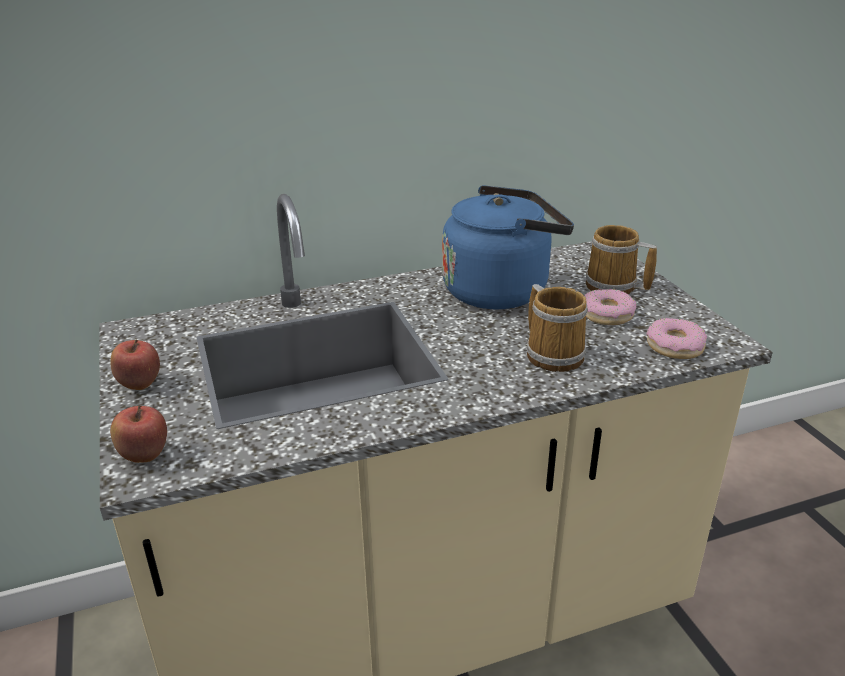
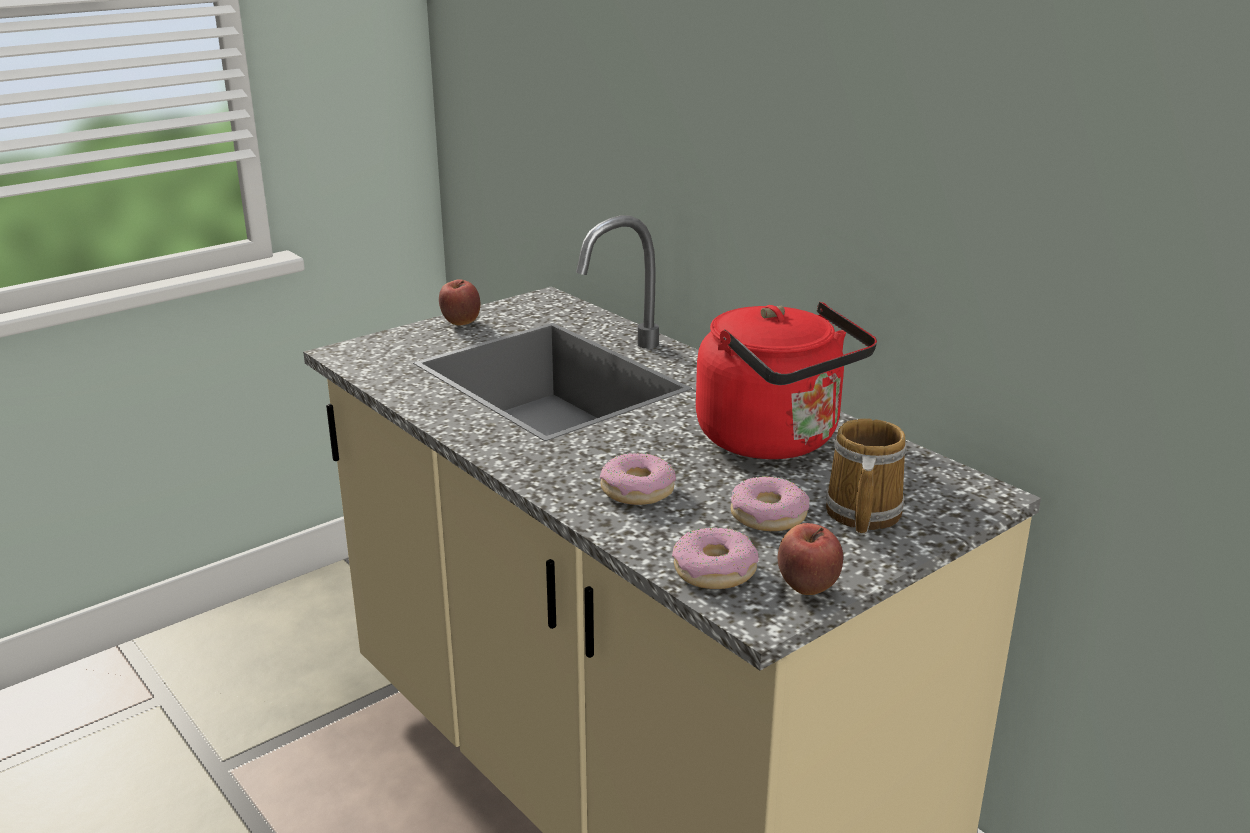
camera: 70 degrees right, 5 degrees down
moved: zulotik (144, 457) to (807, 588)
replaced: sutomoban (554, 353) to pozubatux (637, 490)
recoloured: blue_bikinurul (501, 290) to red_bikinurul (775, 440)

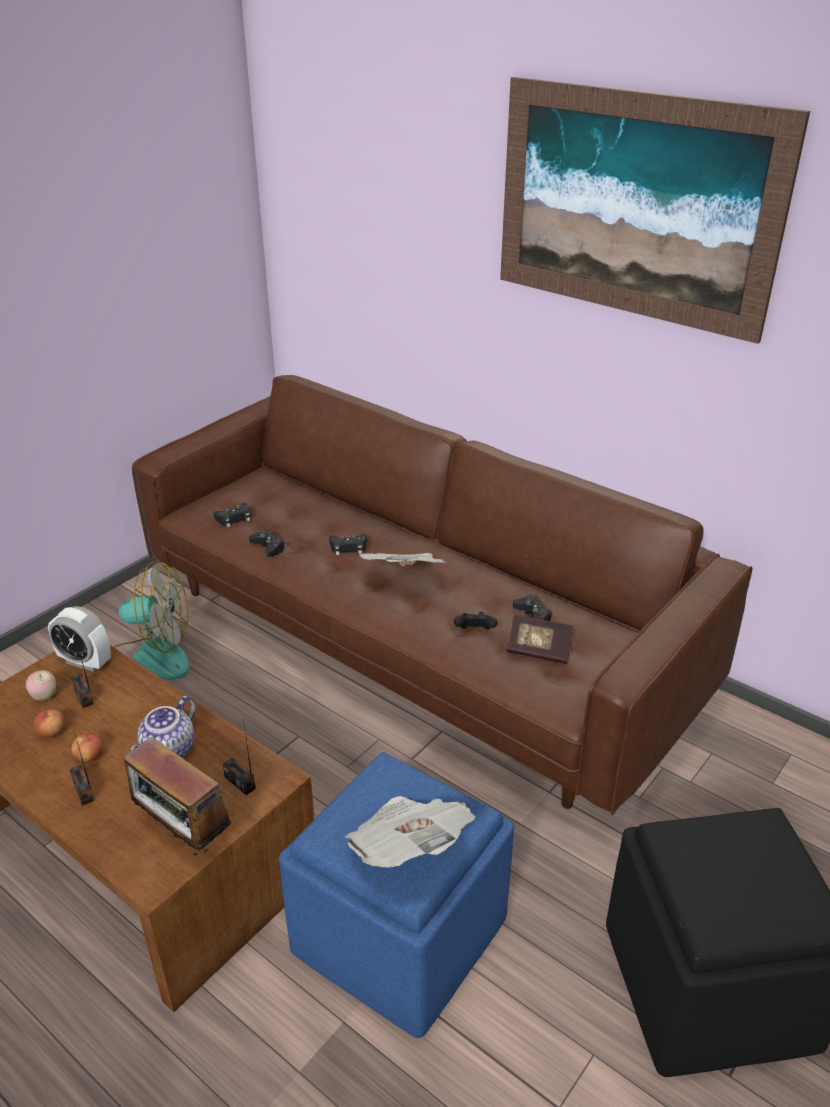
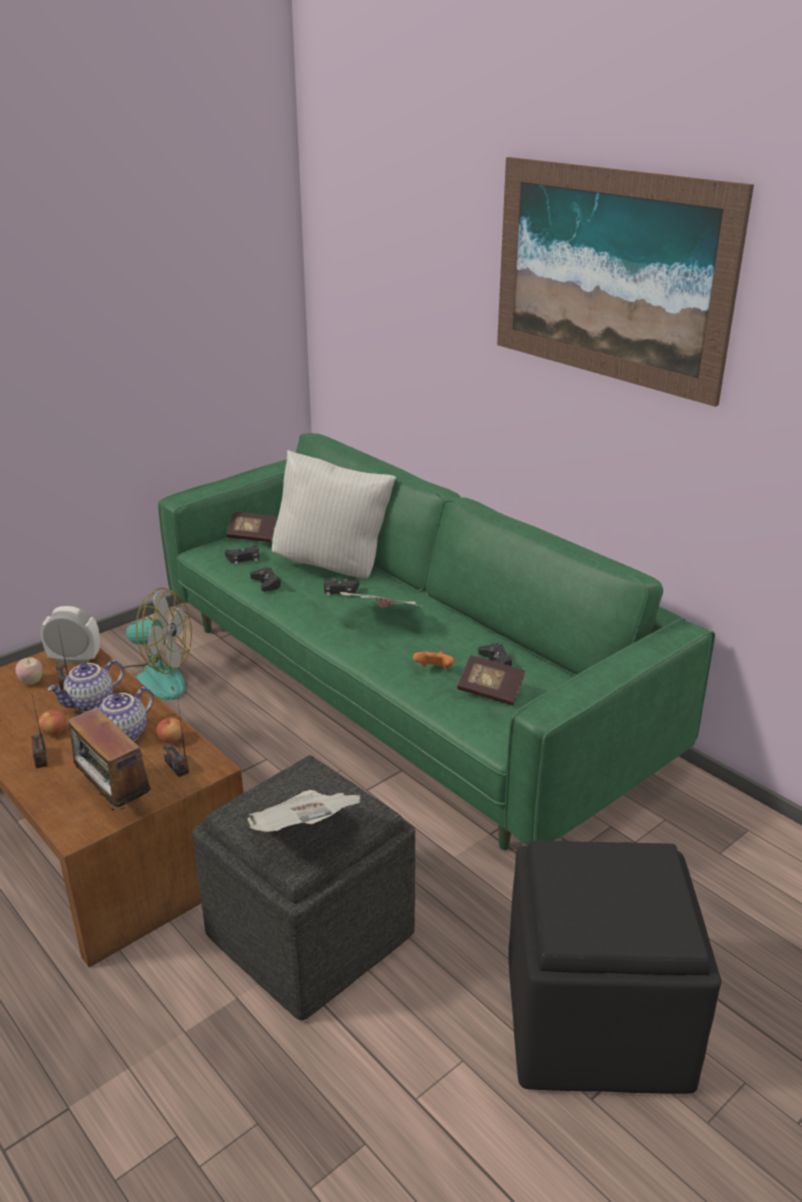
camera: 10 degrees right, 5 degrees down
added: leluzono (91, 704); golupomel (252, 536); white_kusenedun (333, 565)
moved: zulotik (51, 732) to (171, 739)
recoloured: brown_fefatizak (415, 639) to green_fefatizak (401, 689); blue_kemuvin (399, 932) to grey_kemuvin (310, 932); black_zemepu (475, 632) to orange_zemepu (434, 670)
turned: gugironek (85, 662) = (74, 659) 150 degrees clockwise

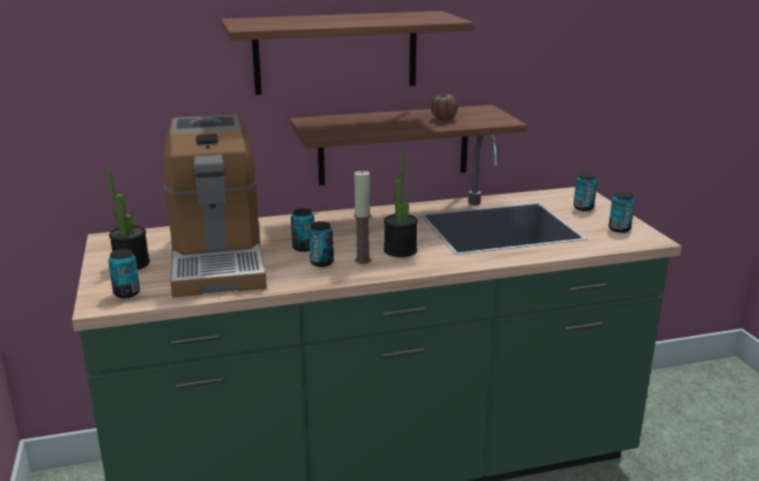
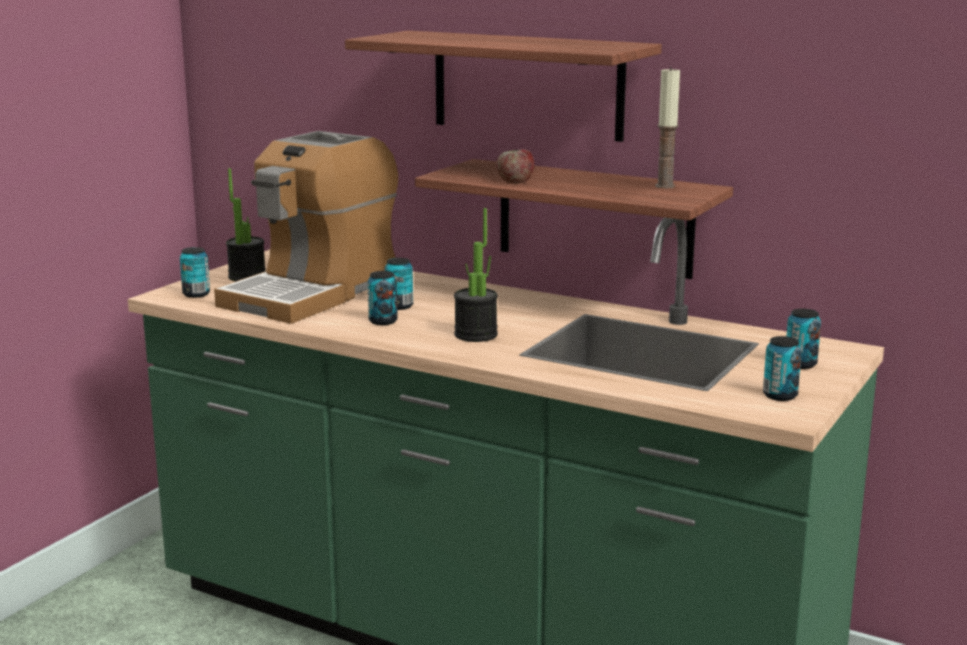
camera: 45 degrees right, 5 degrees down
moved: zulotik (443, 119) to (515, 182); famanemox (362, 260) to (665, 186)

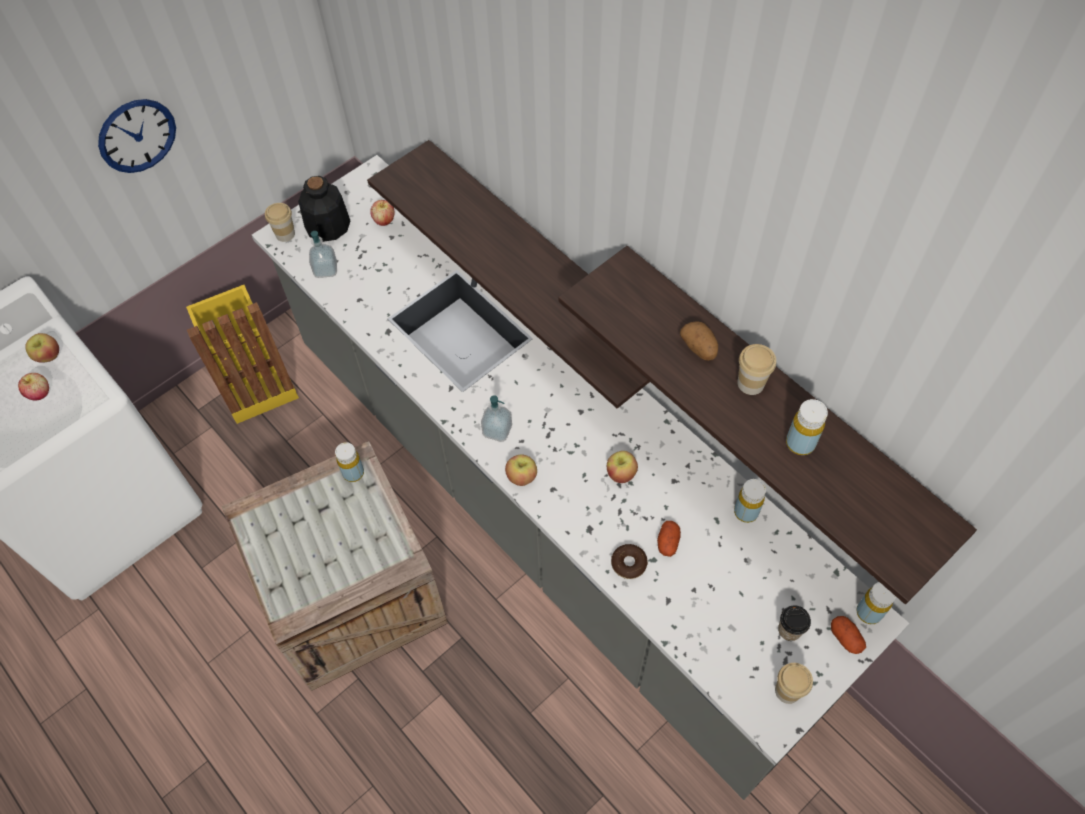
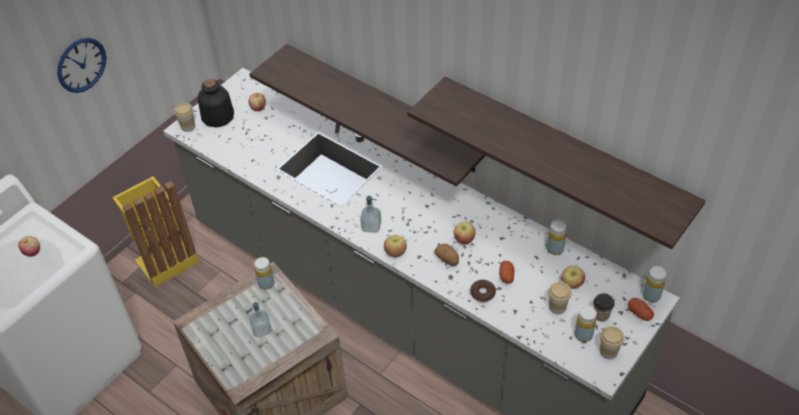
camera: 10 degrees left, 10 degrees down
moved: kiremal (325, 269) to (261, 329); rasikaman (699, 348) to (447, 259); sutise (750, 383) to (557, 307); zulotik (48, 356) to (572, 284); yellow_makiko (800, 443) to (583, 335)

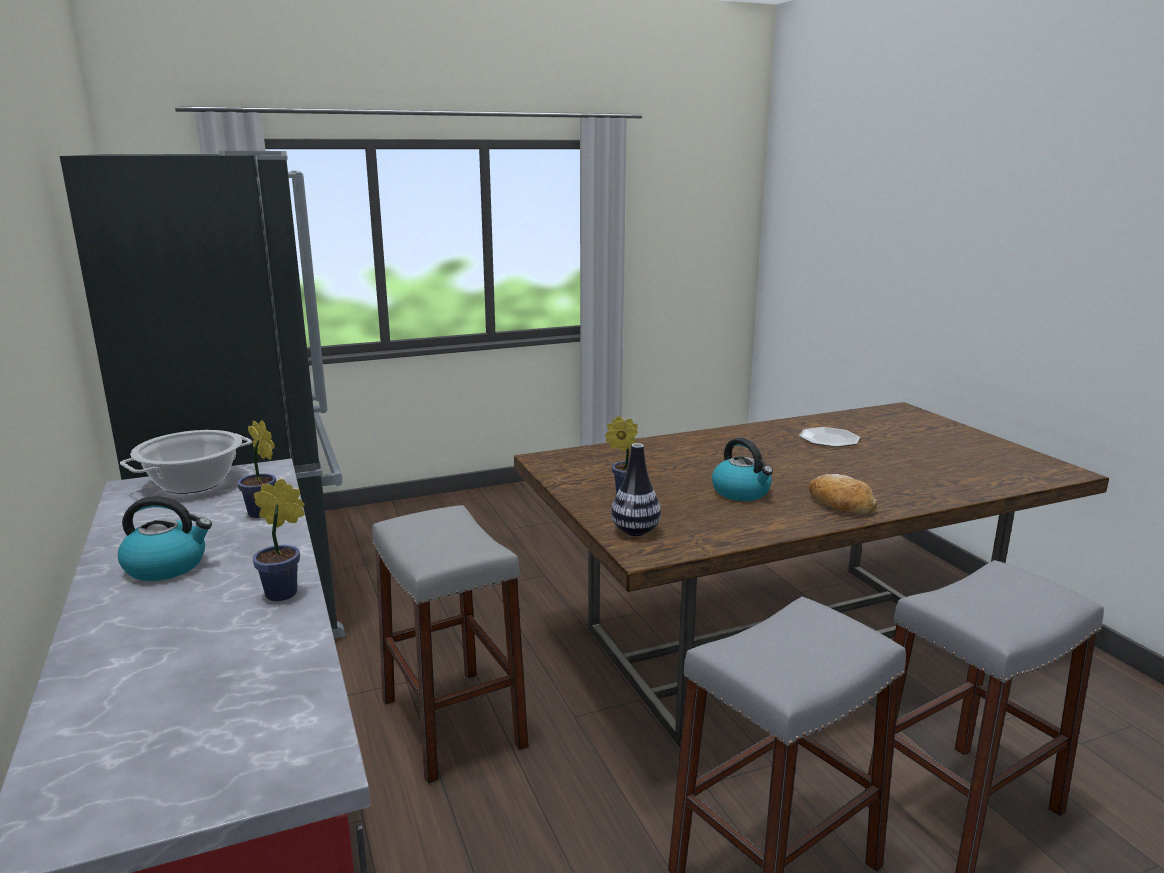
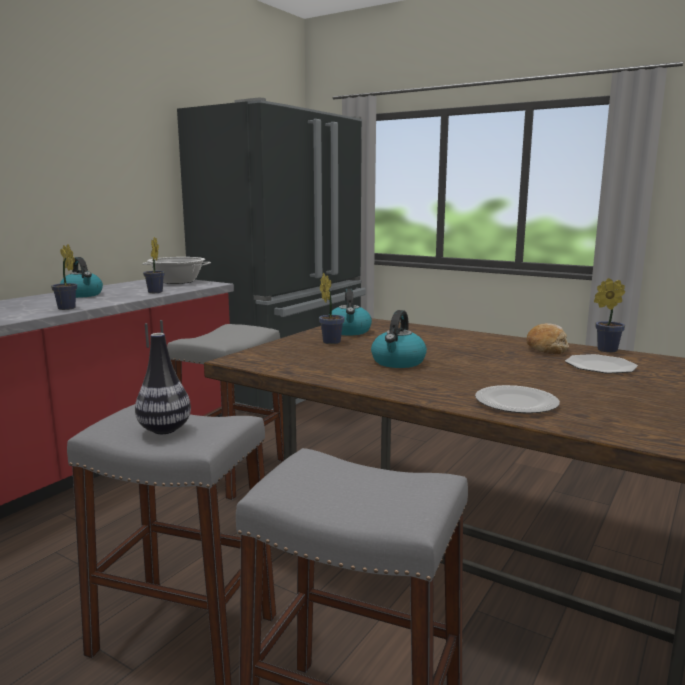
camera: 55 degrees right, 5 degrees down
added: bikinurul (349, 331); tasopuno (515, 403); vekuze (604, 350)
moved: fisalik (635, 531) to (164, 430); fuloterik (840, 504) to (546, 348)

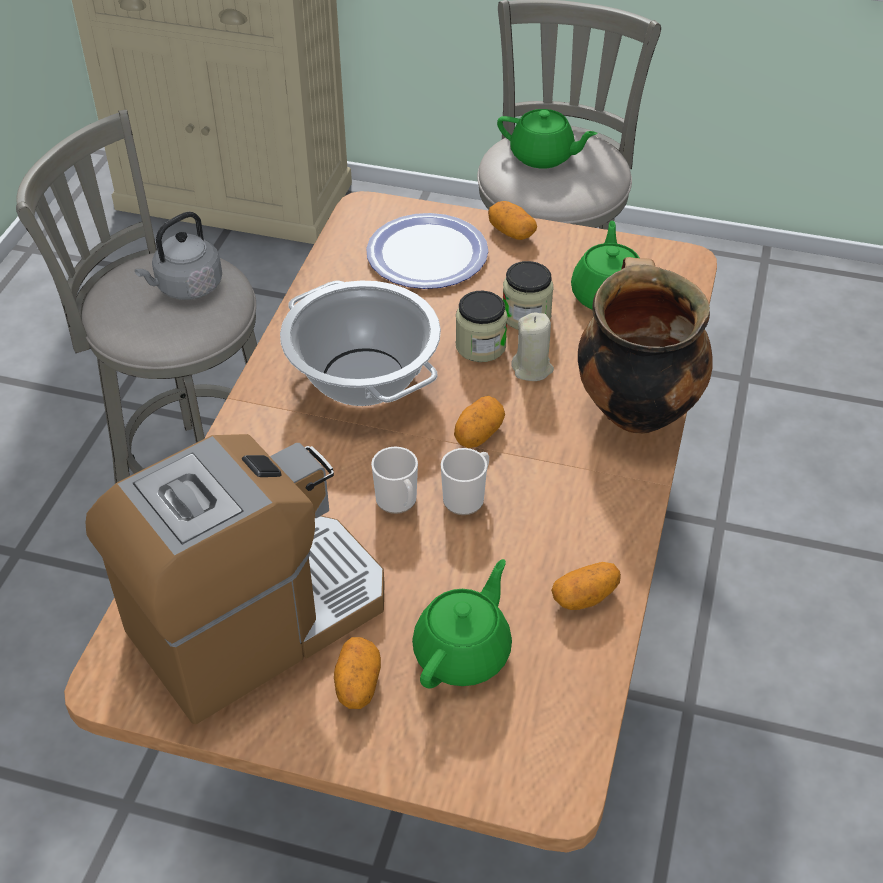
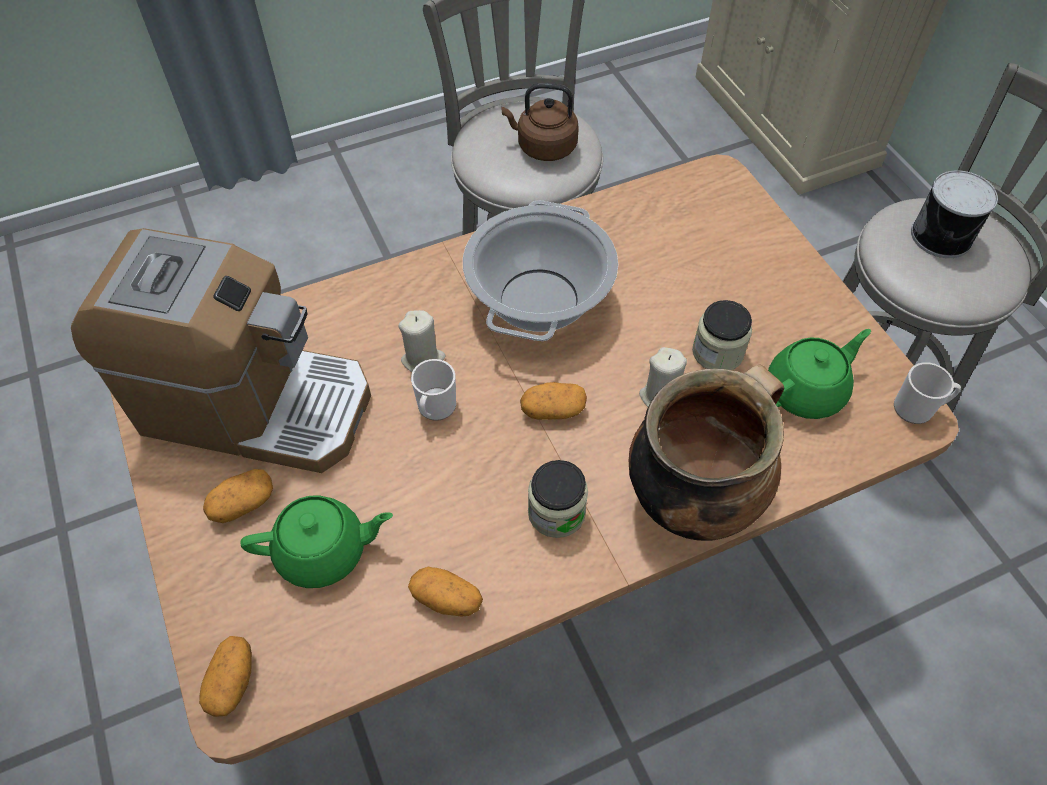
camera: 50 degrees right, 10 degrees up
removed: tasopuno (427, 254)
added: beige_famanemox (423, 359)
moved: rasikaman (511, 232) to (232, 681); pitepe (480, 346) to (556, 512); sutomoban (467, 497) to (917, 408)
replaced: green_leluzono (543, 157) to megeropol (943, 237)
recoloured: grey_bikinurul (186, 288) to brown_bikinurul (543, 147)

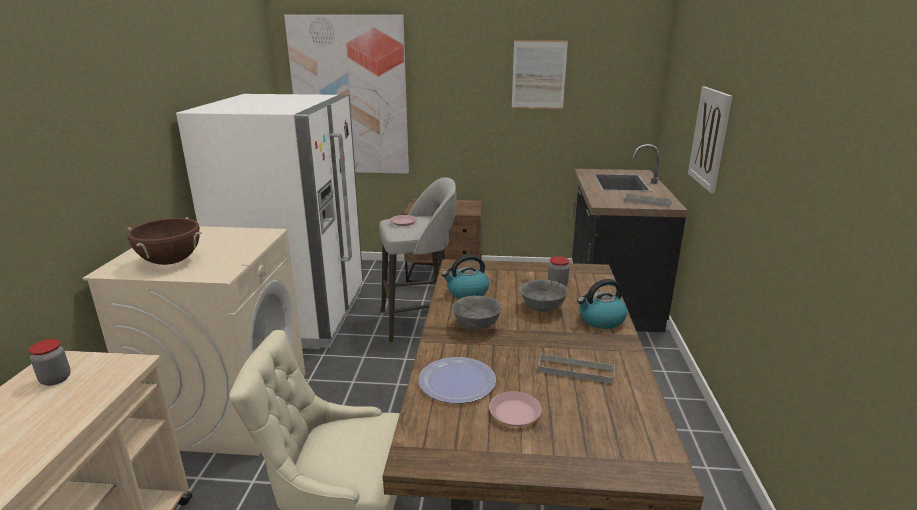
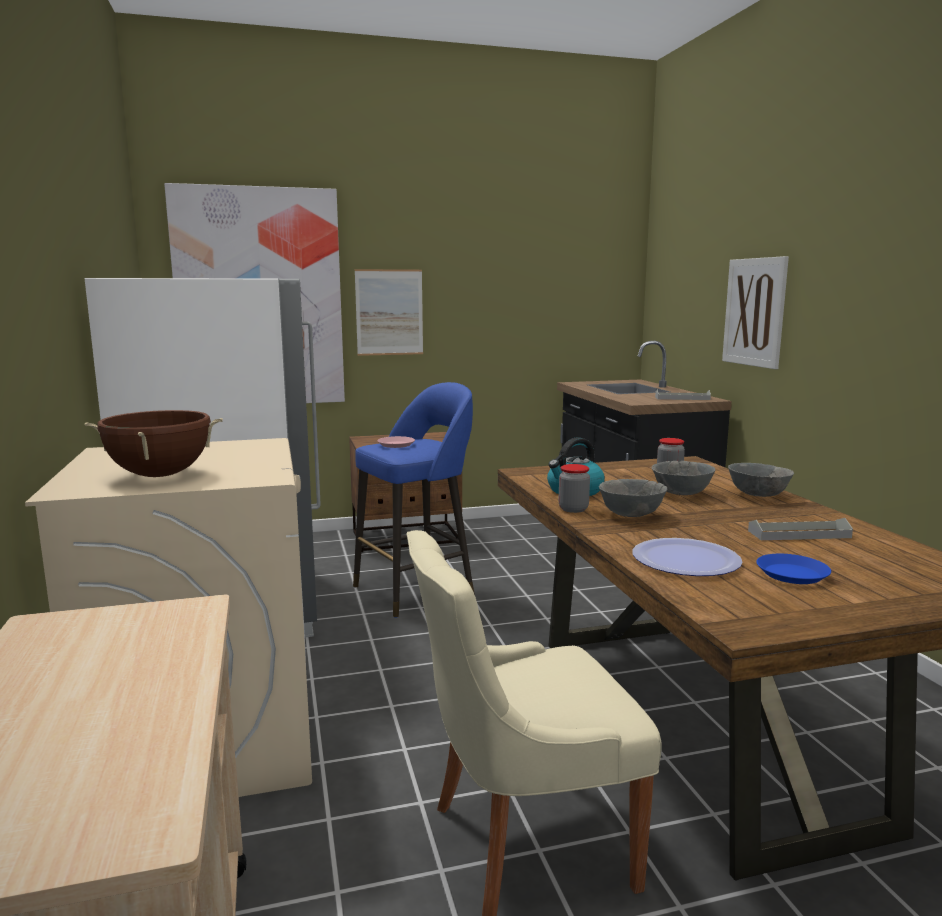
camera: 20 degrees left, 10 degrees down
moved: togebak (539, 75) to (389, 312); pitepe (55, 379) to (573, 509)
replaced: bikinurul (601, 320) to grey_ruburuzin (758, 495)
recoloured: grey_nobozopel (419, 322) to blue_nobozopel (416, 590); pink_tasopuno (514, 413) to blue_tasopuno (792, 574)

